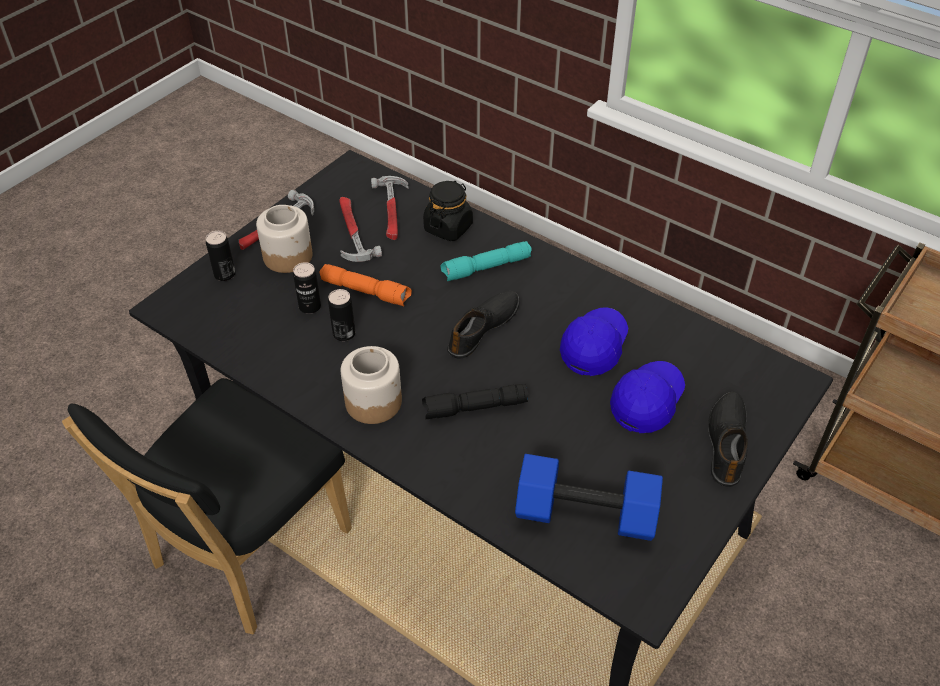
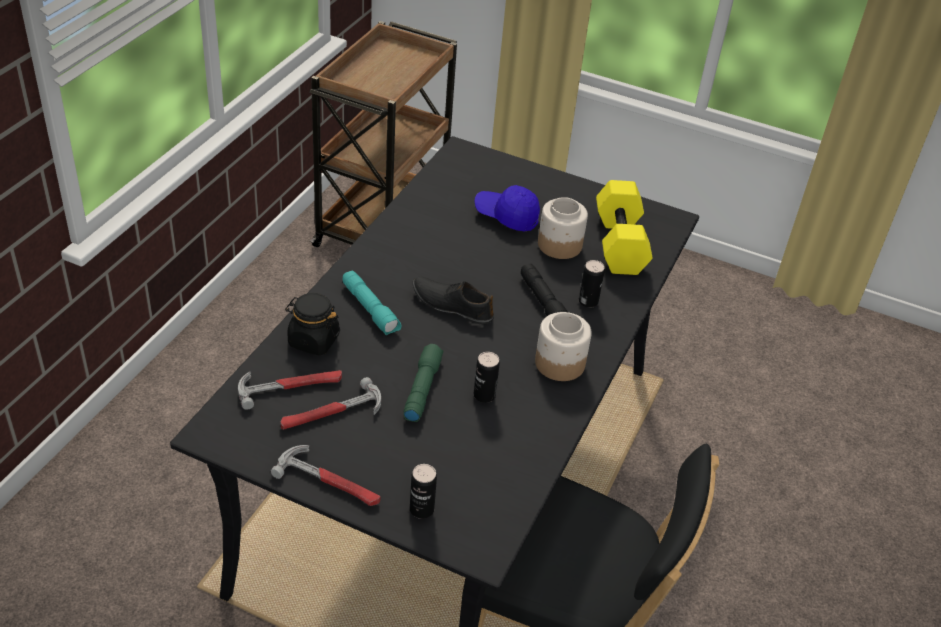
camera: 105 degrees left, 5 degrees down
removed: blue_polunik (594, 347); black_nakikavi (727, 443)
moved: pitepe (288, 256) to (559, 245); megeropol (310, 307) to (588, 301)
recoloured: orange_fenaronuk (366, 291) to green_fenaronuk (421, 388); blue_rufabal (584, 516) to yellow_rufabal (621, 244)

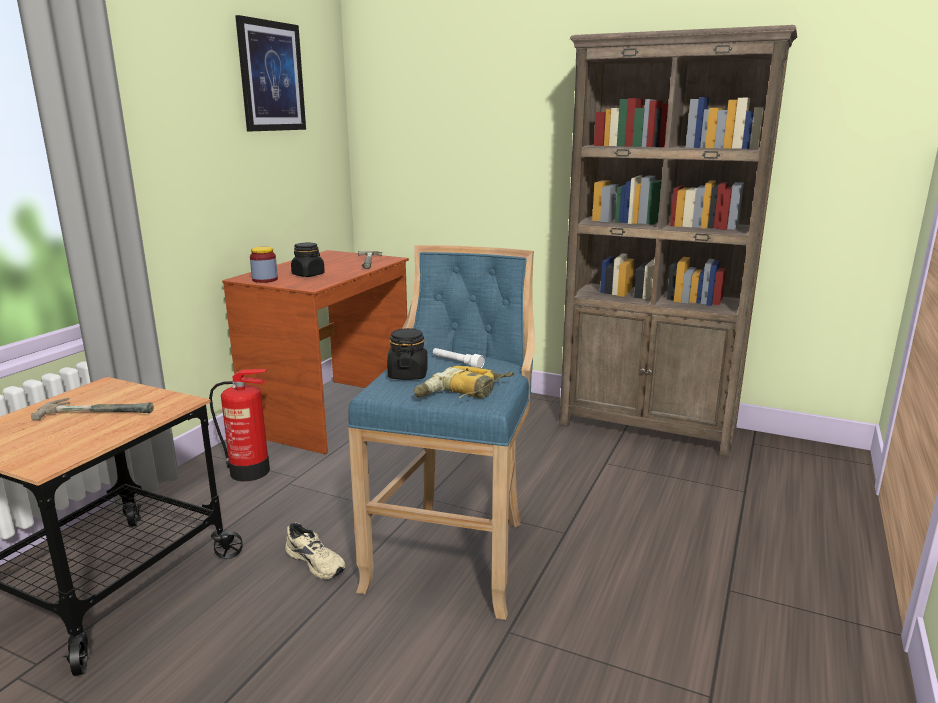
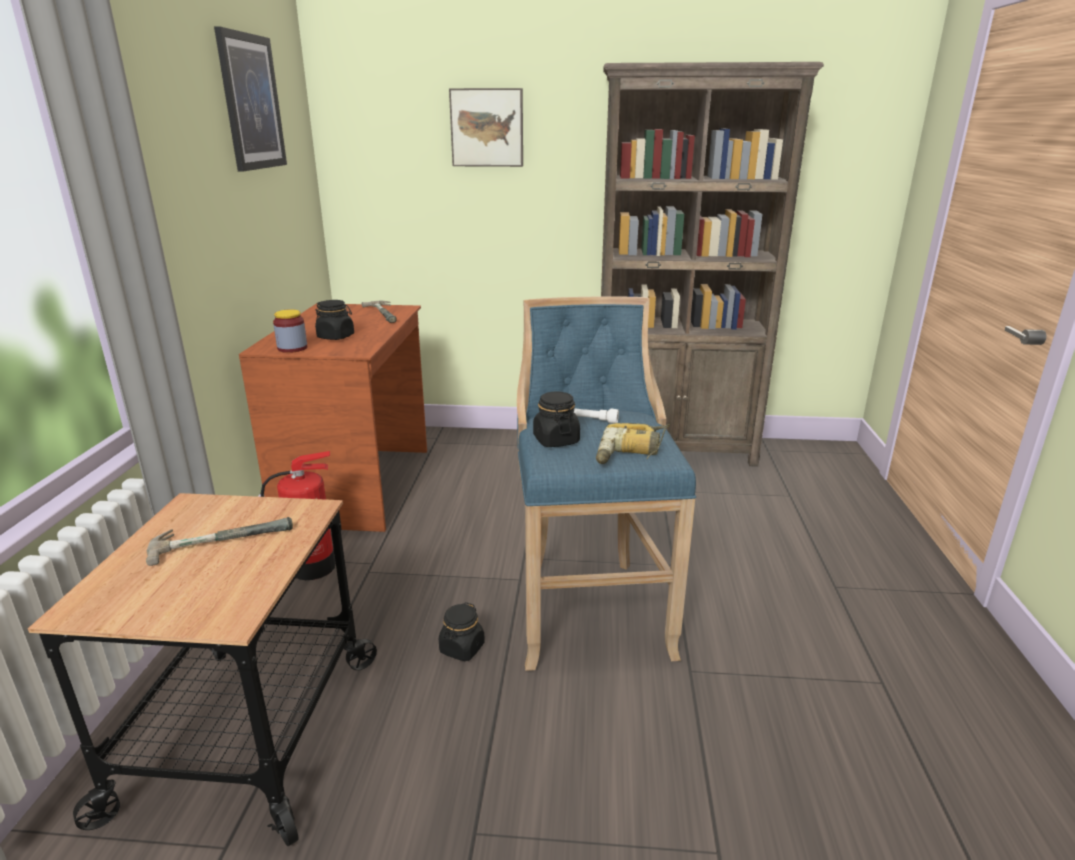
camera: 20 degrees left, 5 degrees up
added: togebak (487, 128)
replaced: beige_nakikavi (317, 561) to black_pitepe (462, 648)

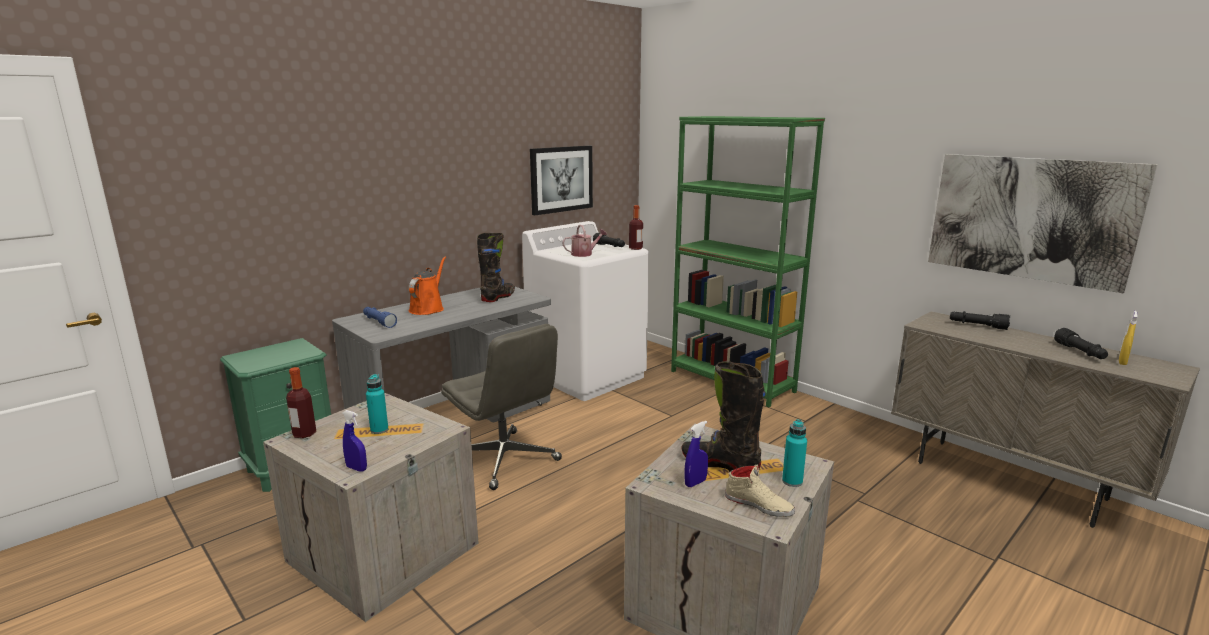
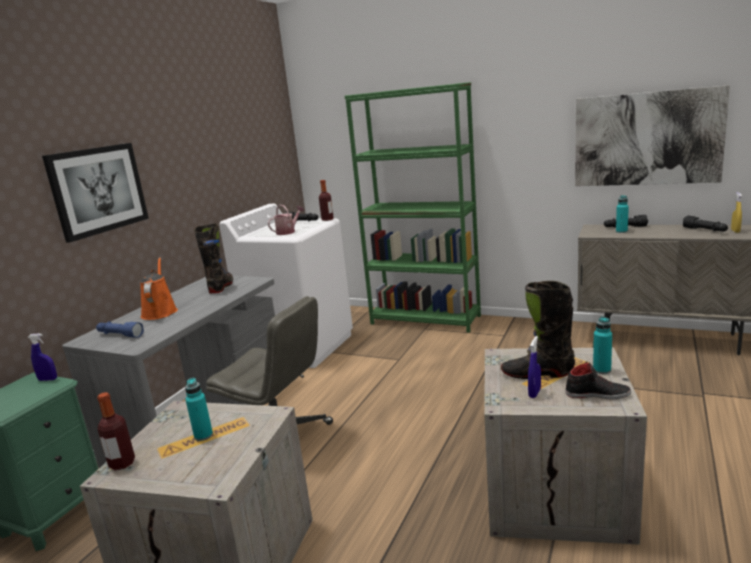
camera: 20 degrees left, 0 degrees up
added: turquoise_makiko (621, 231)
moved: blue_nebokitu (356, 468) to (48, 379); togebak (561, 179) to (98, 190)
recoloured: beige_nakikavi (759, 504) to black_nakikavi (597, 394)

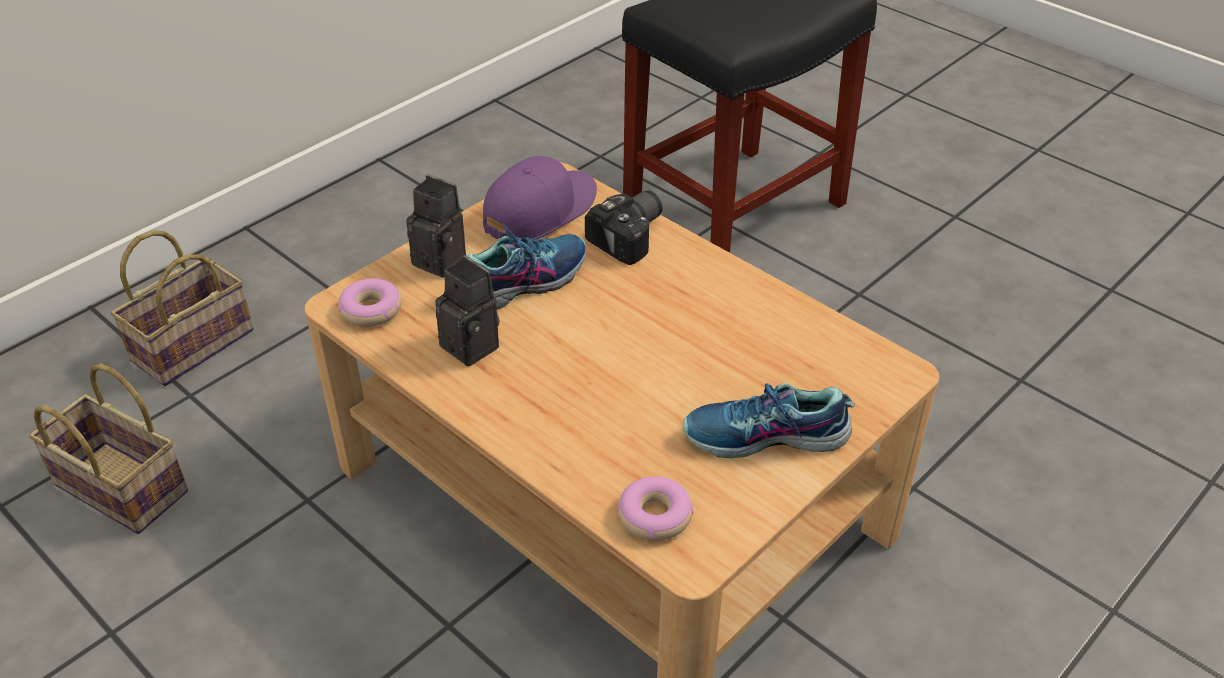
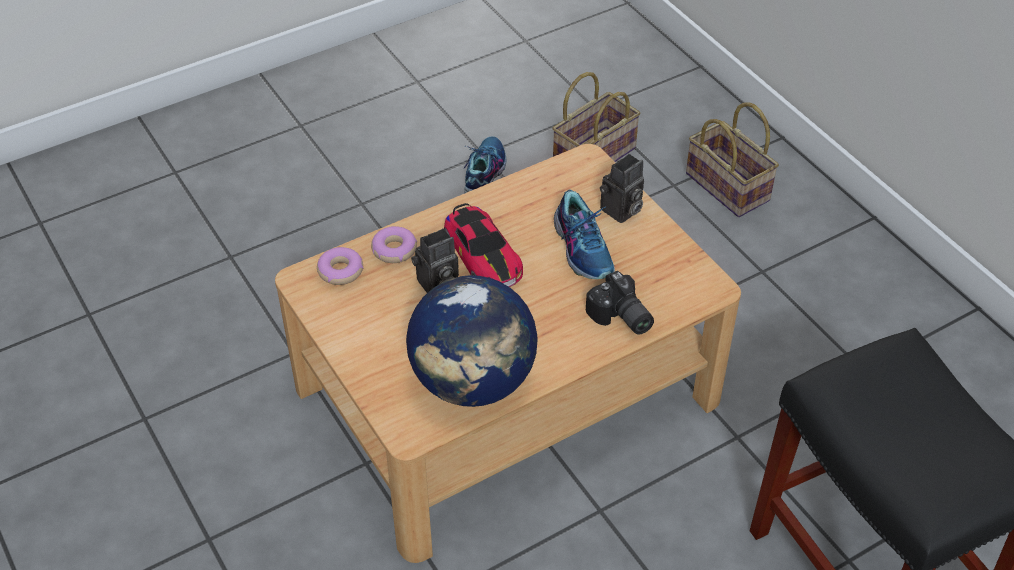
camera: 105 degrees right, 5 degrees up
removed: purple_polunik (540, 210)
added: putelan (473, 382); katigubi (482, 255)
moved: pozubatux (371, 310) to (394, 250); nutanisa (475, 346) to (437, 286); nakikavi (766, 438) to (483, 174)

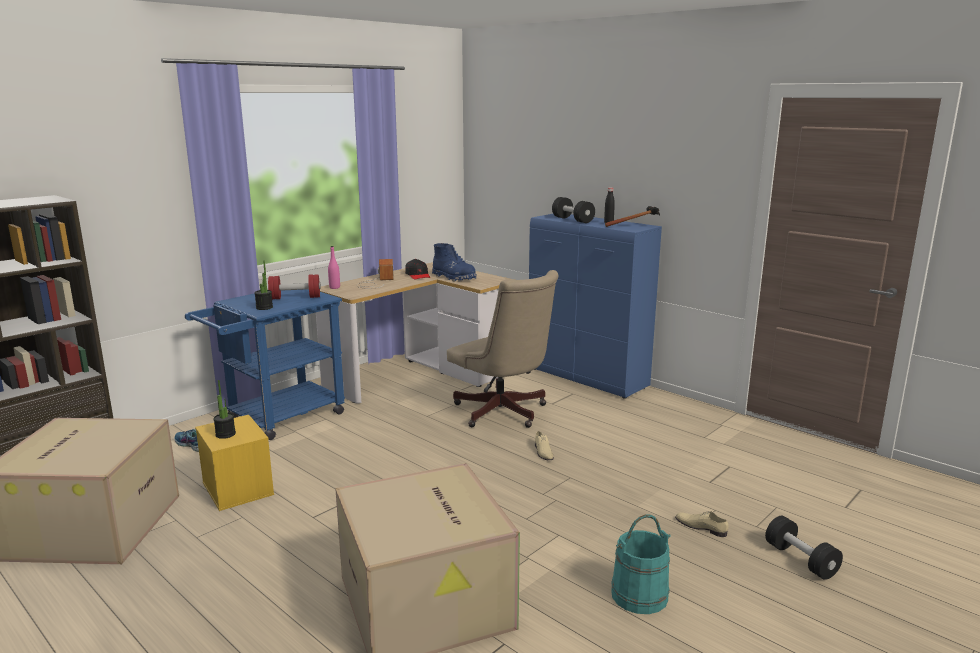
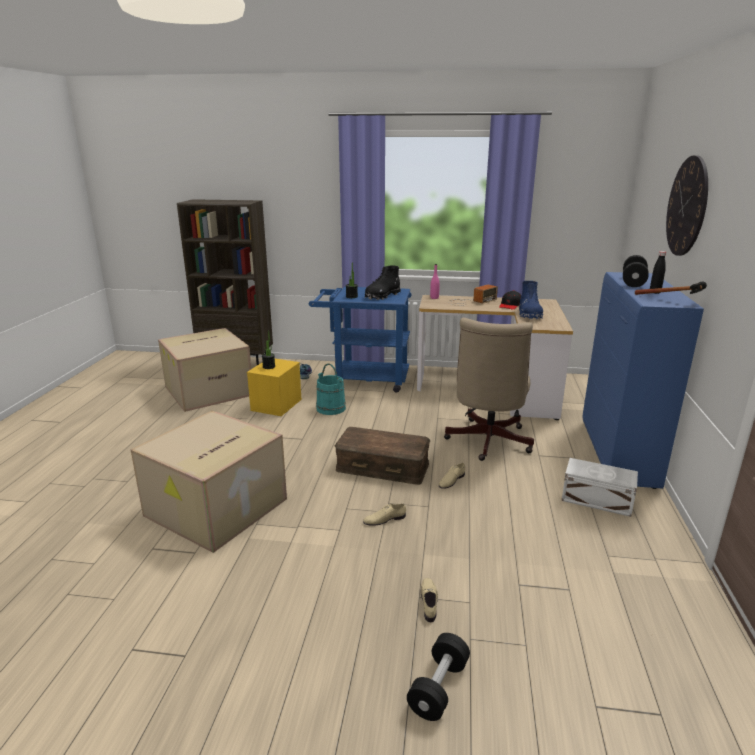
camera: 55 degrees right, 5 degrees up
added: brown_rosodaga (383, 466); beige_nakikavi (384, 519); white_rosodaga (597, 500); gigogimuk (687, 206)
moved: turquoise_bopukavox (639, 595) to (331, 408)
replaced: red_rufabal (295, 298) to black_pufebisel (382, 296)

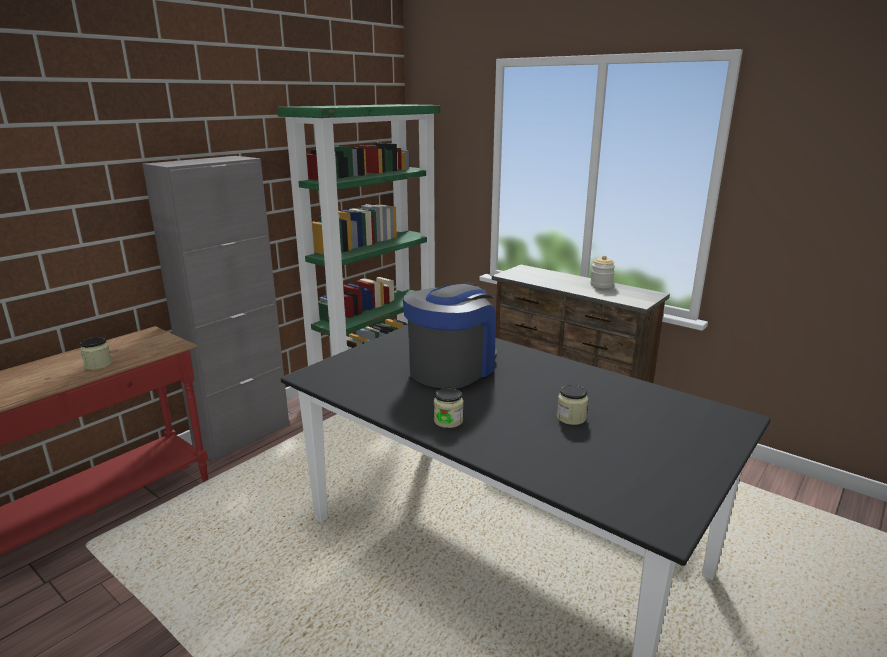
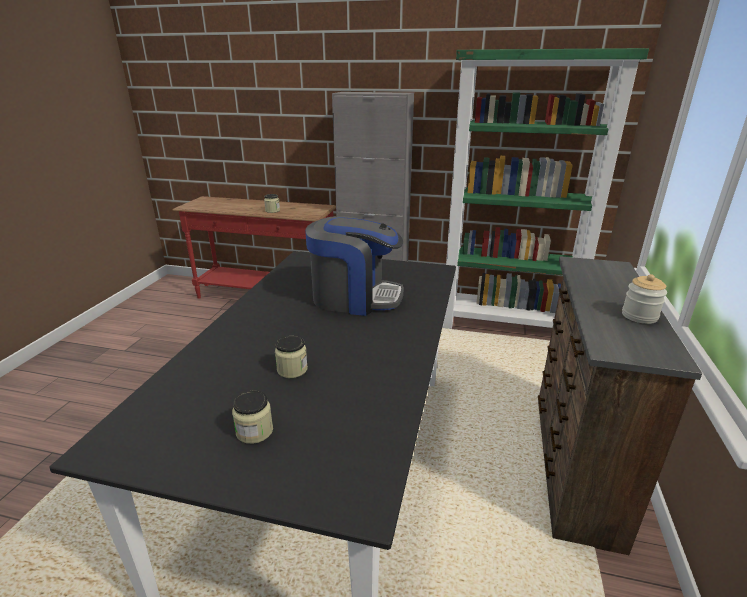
camera: 65 degrees right, 5 degrees up
moved: pitepe (448, 421) to (254, 431)

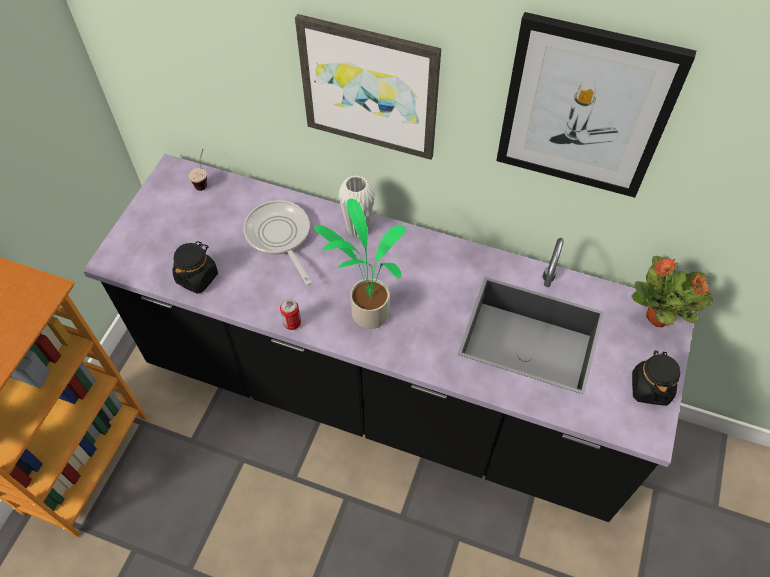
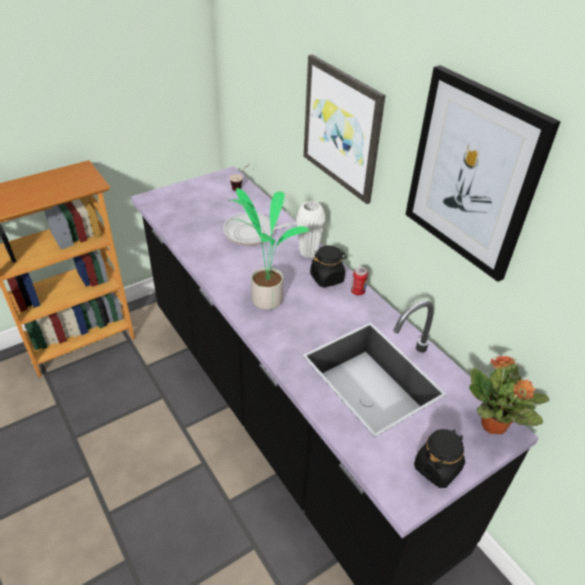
camera: 35 degrees right, 15 degrees down
moved: black_pitepe (197, 277) to (327, 278); megeropol (292, 323) to (357, 291)
turned: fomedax (280, 237) = (254, 233) 105 degrees counterclockwise

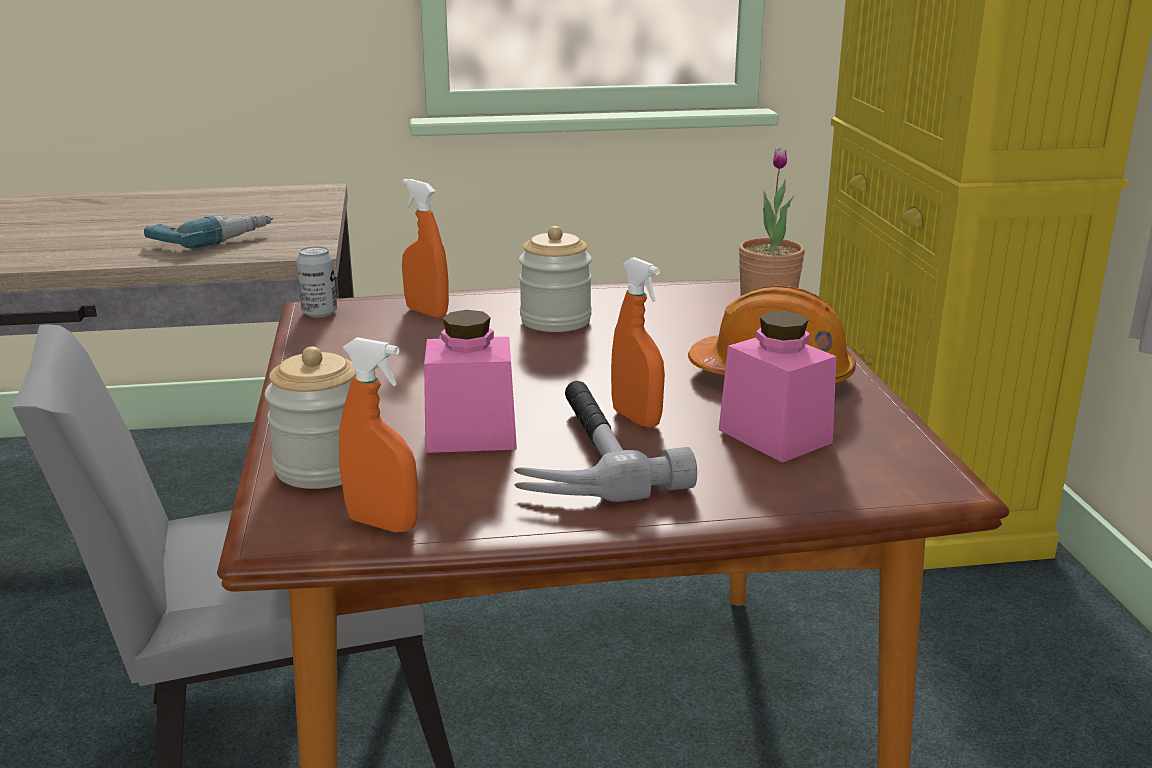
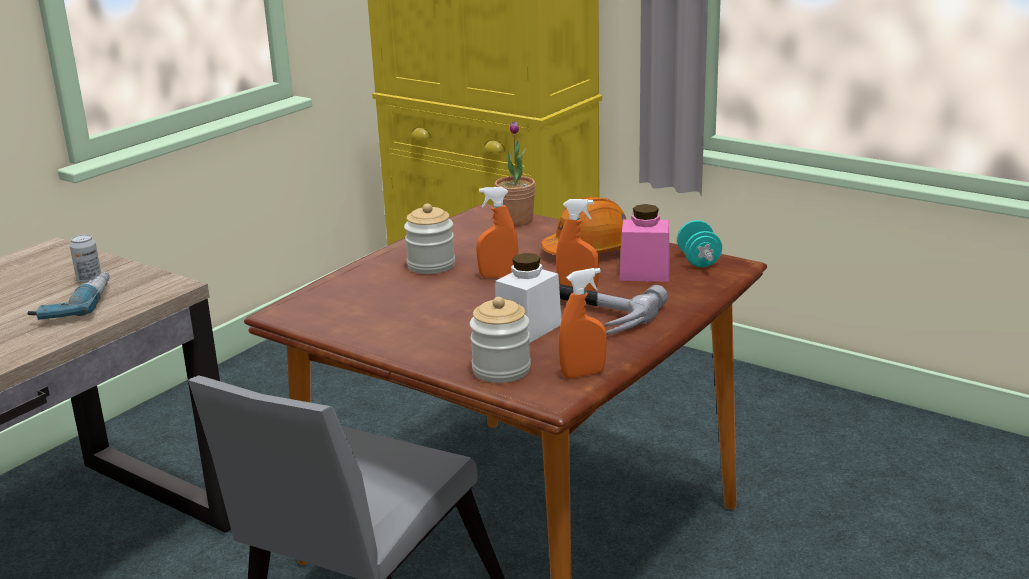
camera: 45 degrees left, 0 degrees up
added: turquoise_rufabal (698, 261)
moved: megeropol (319, 312) to (89, 279); orange_nebokitu (426, 312) to (498, 276)
recoloured: pink_pitepe (471, 435) to white_pitepe (528, 328)

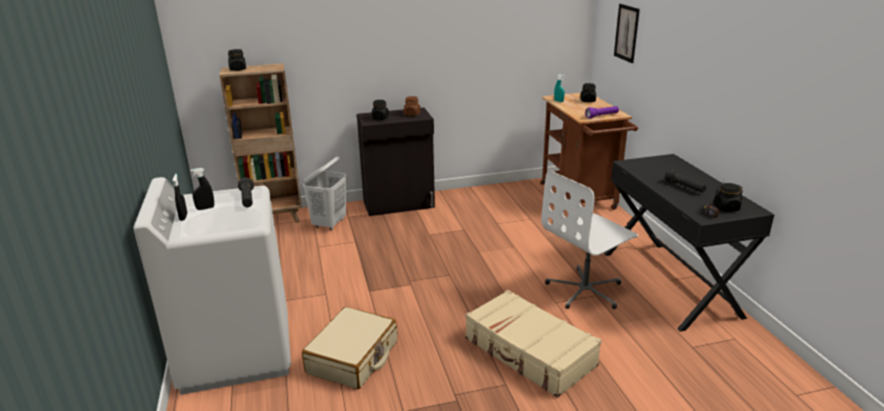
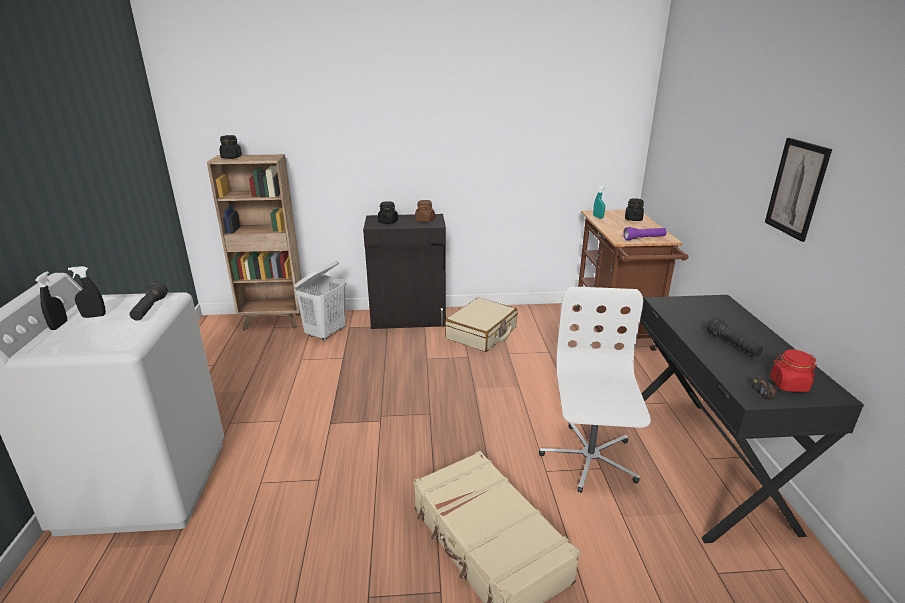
camera: 10 degrees right, 0 degrees up
moved: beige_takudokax (353, 357) to (482, 333); togebak (626, 33) to (796, 188)
recoloured: black_pitepe (726, 208) to red_pitepe (788, 385)
turned: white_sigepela (585, 290) = (589, 459) 120 degrees clockwise

